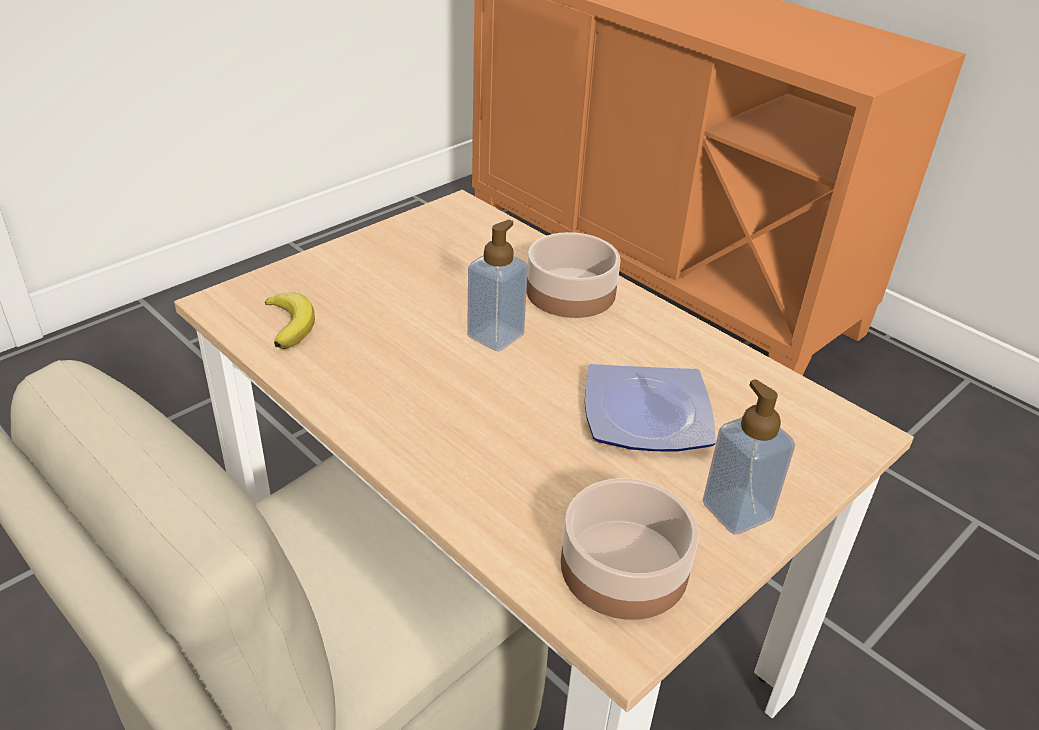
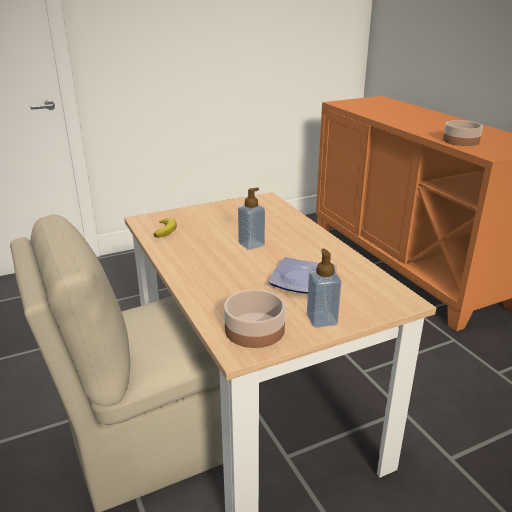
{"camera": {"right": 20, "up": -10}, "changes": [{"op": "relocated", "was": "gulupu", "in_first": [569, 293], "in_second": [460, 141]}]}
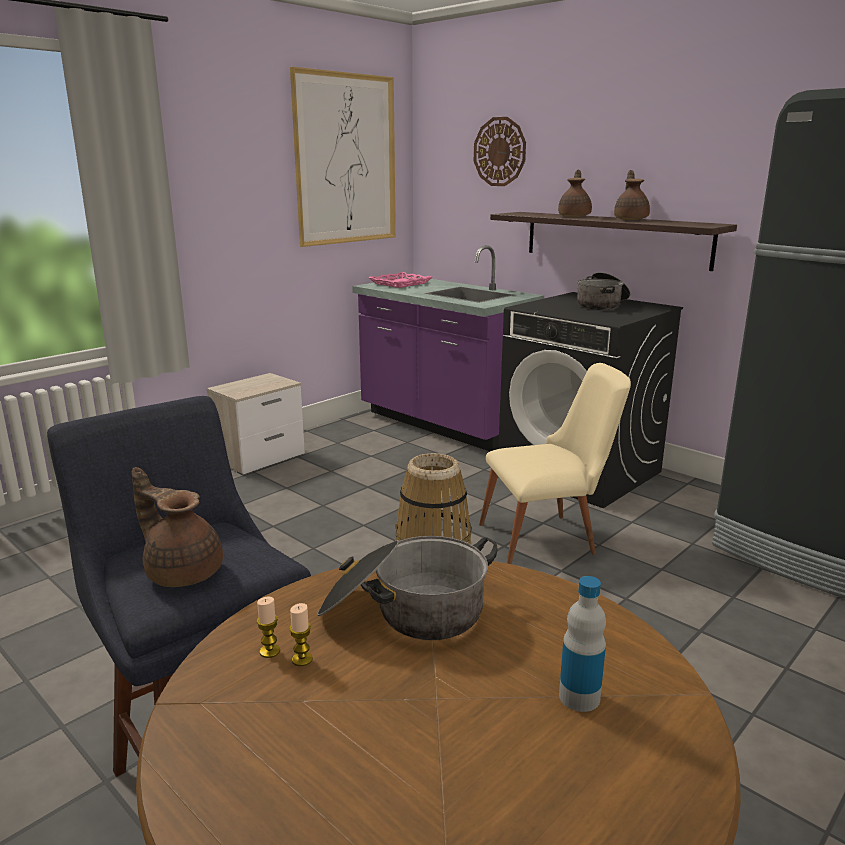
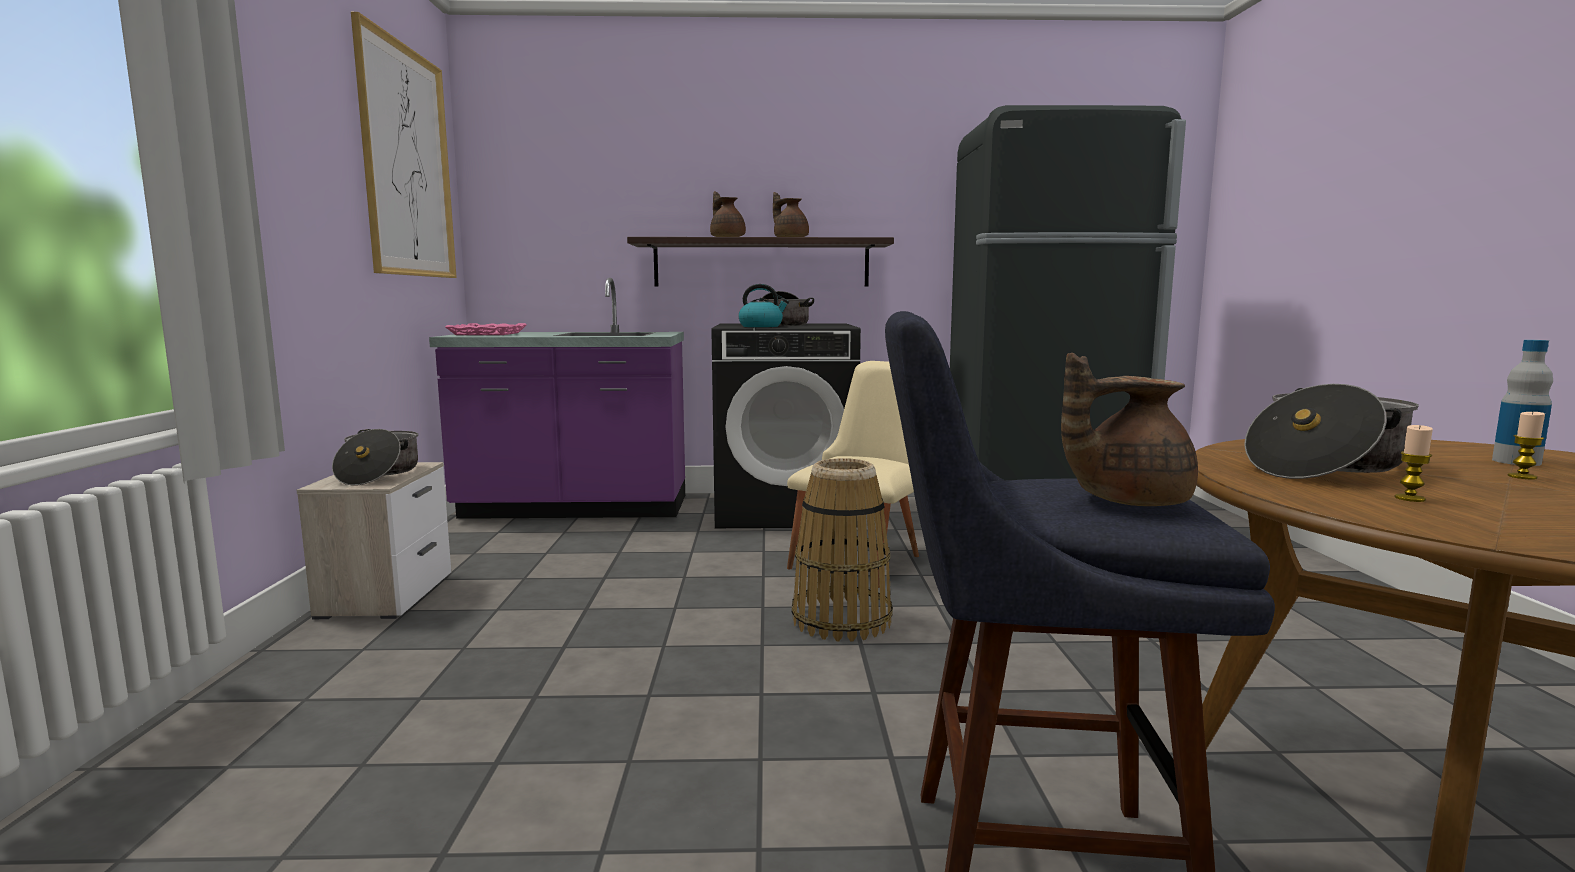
{"camera": {"right": -45, "up": -10}, "changes": [{"op": "missing", "was": "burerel", "in_first": [499, 152]}, {"op": "appeared", "now": "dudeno", "in_second": [379, 474]}, {"op": "appeared", "now": "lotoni", "in_second": [761, 326]}, {"op": "relocated", "was": "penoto", "in_first": [269, 651], "in_second": [1522, 477]}]}
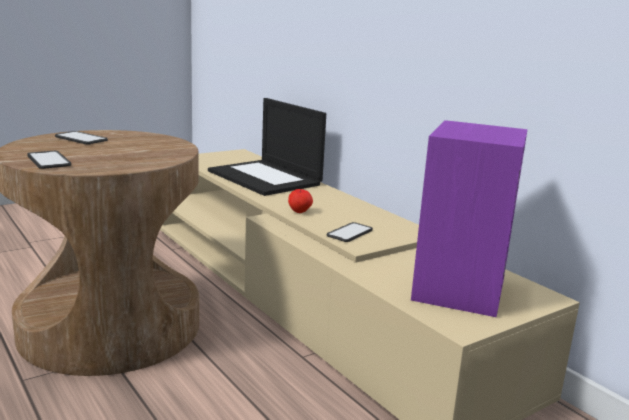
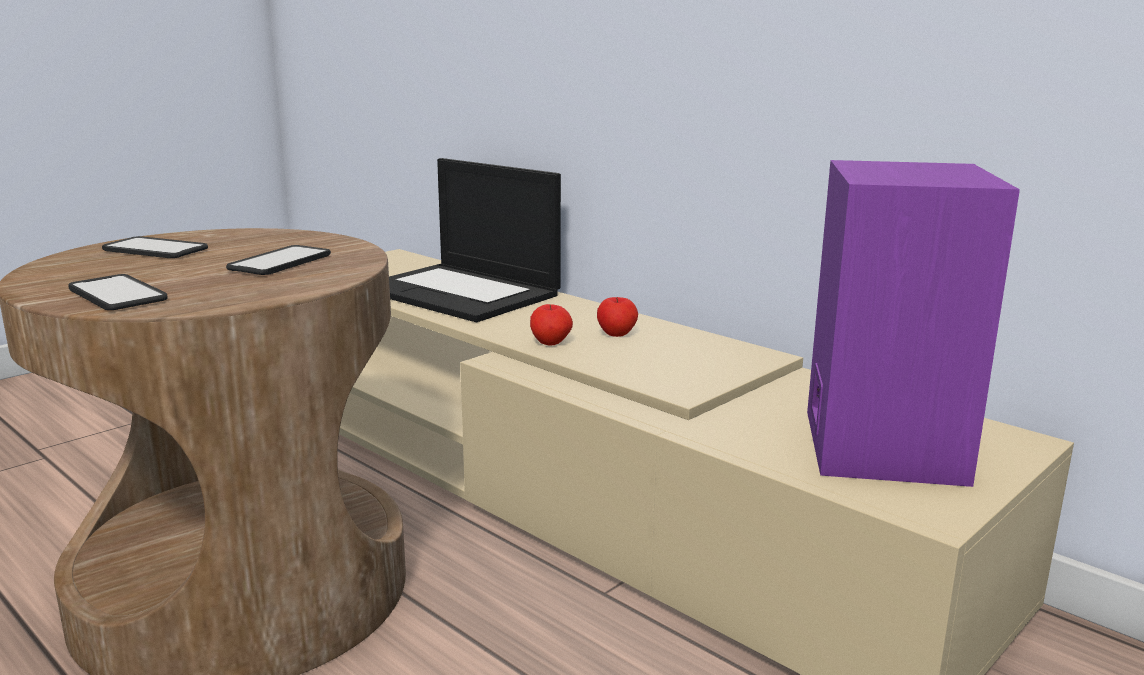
{"camera": {"right": -10, "up": 0}, "changes": [{"op": "appeared", "now": "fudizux", "in_second": [617, 334]}, {"op": "relocated", "was": "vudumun", "in_first": [349, 233], "in_second": [280, 262]}]}
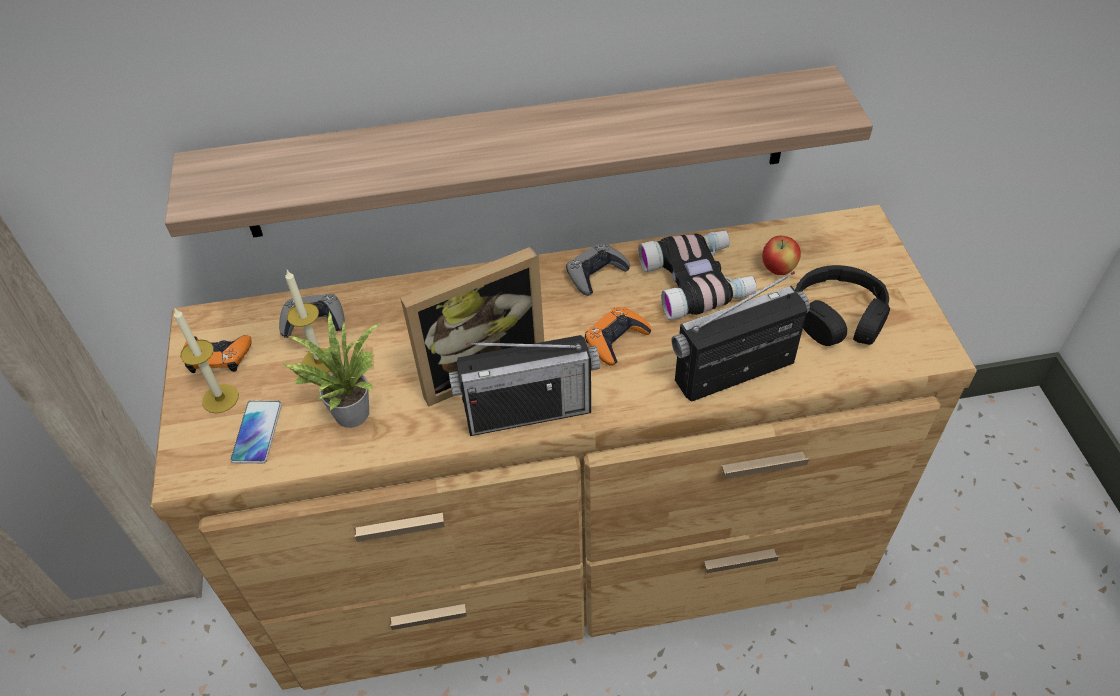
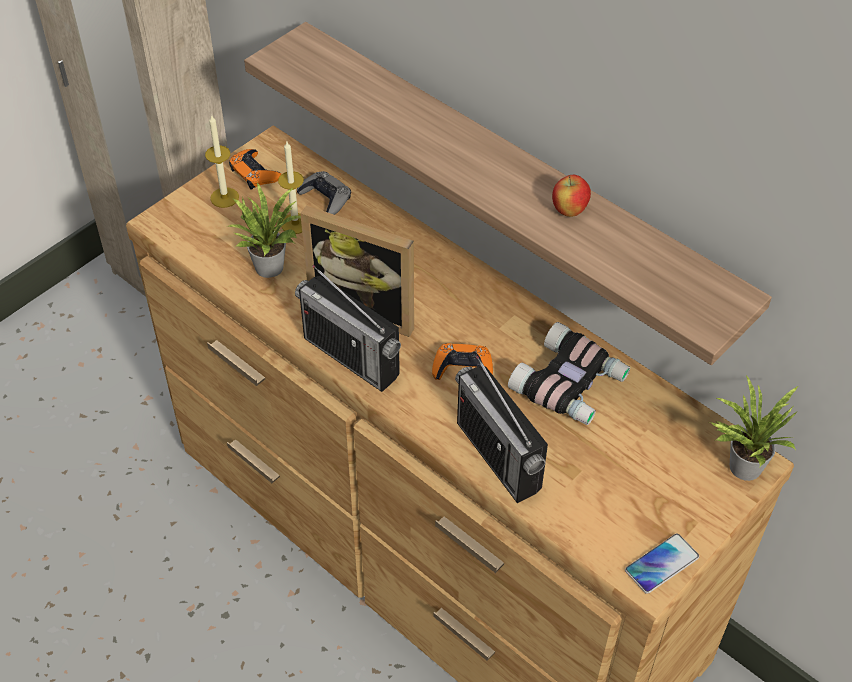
{"camera": {"right": 50, "up": 0}, "changes": [{"op": "missing", "was": "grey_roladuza", "in_first": [596, 273]}, {"op": "missing", "was": "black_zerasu", "in_first": [838, 317]}, {"op": "appeared", "now": "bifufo", "in_second": [741, 464]}, {"op": "relocated", "was": "vudumun", "in_first": [257, 432], "in_second": [661, 564]}, {"op": "relocated", "was": "fudizux", "in_first": [778, 269], "in_second": [569, 211]}, {"op": "spun", "was": "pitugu", "in_first": [734, 372], "in_second": [498, 456], "clockwise": -150}]}
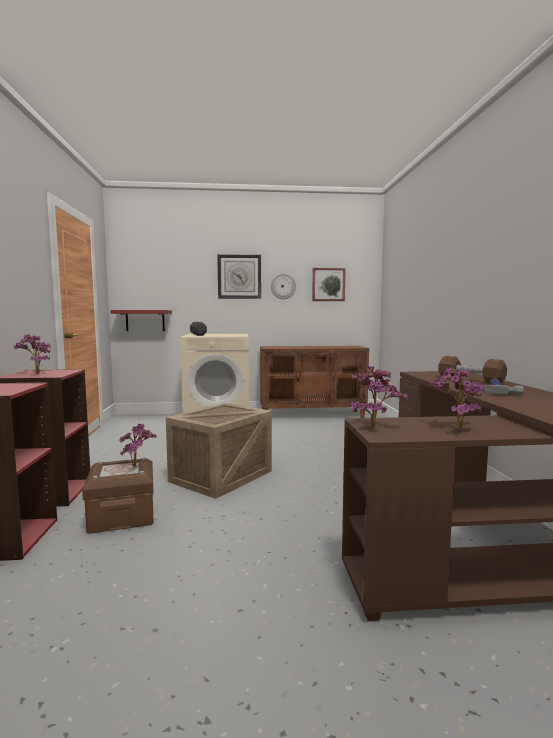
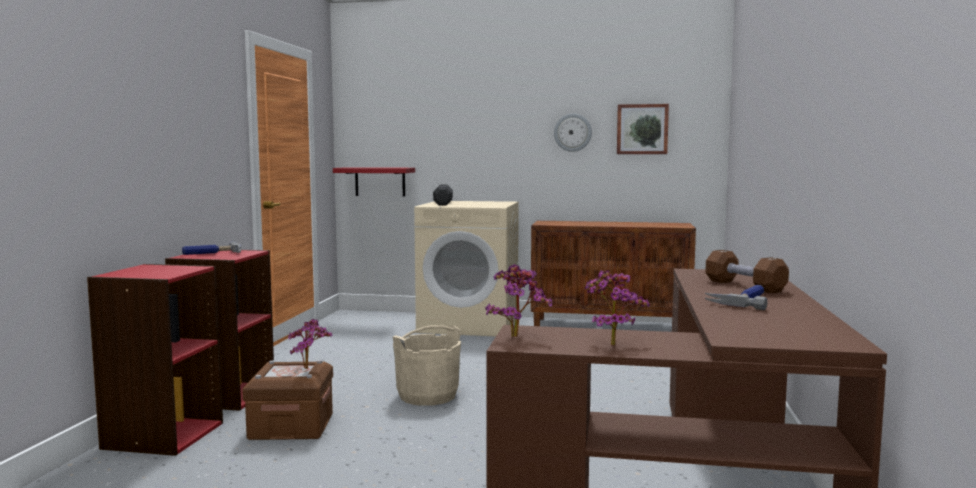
{"camera": {"right": 15, "up": 0}, "changes": [{"op": "missing", "was": "burerel", "in_first": [239, 277]}, {"op": "exchanged", "was": "bifufo", "now": "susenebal", "in_first": [35, 373], "in_second": [212, 254]}, {"op": "exchanged", "was": "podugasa", "now": "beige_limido", "in_first": [221, 477], "in_second": [428, 396]}]}
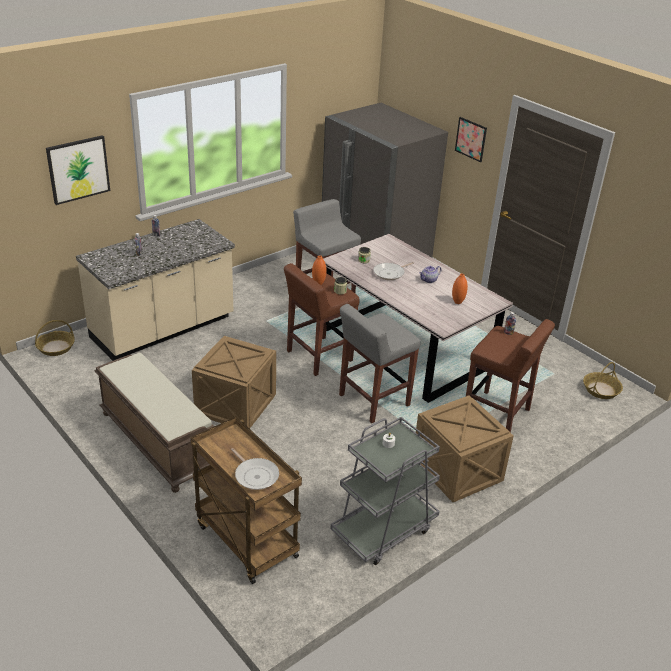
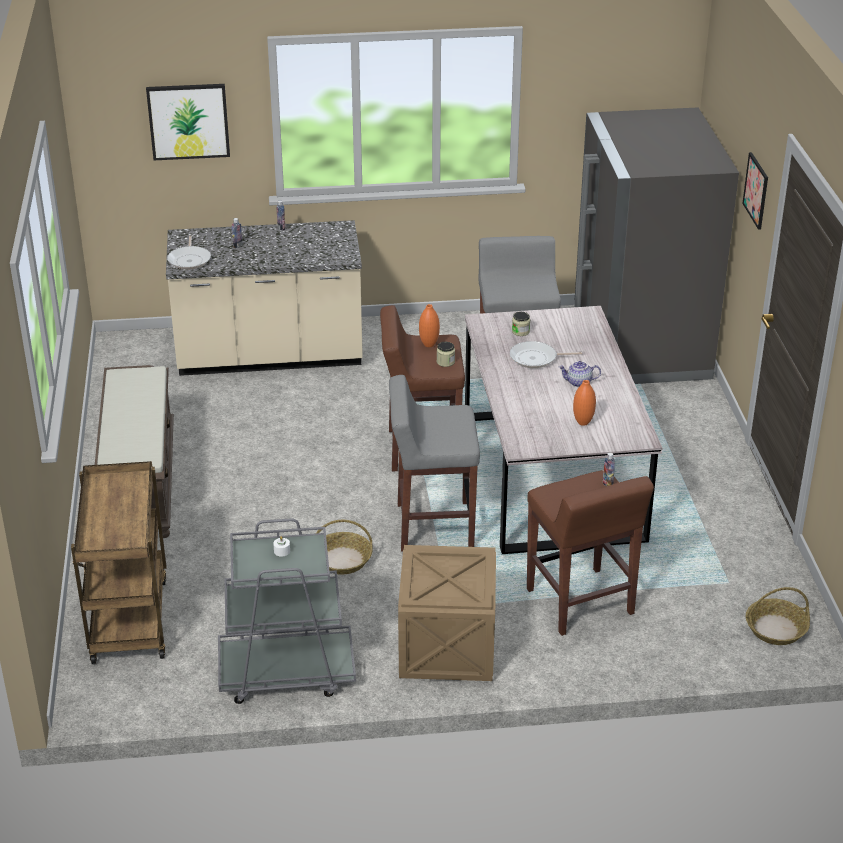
{"camera": {"right": 35, "up": 0}, "changes": [{"op": "missing", "was": "podugasa", "in_first": [236, 405]}, {"op": "relocated", "was": "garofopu", "in_first": [55, 348], "in_second": [342, 560]}, {"op": "relocated", "was": "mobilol", "in_first": [255, 475], "in_second": [189, 260]}]}
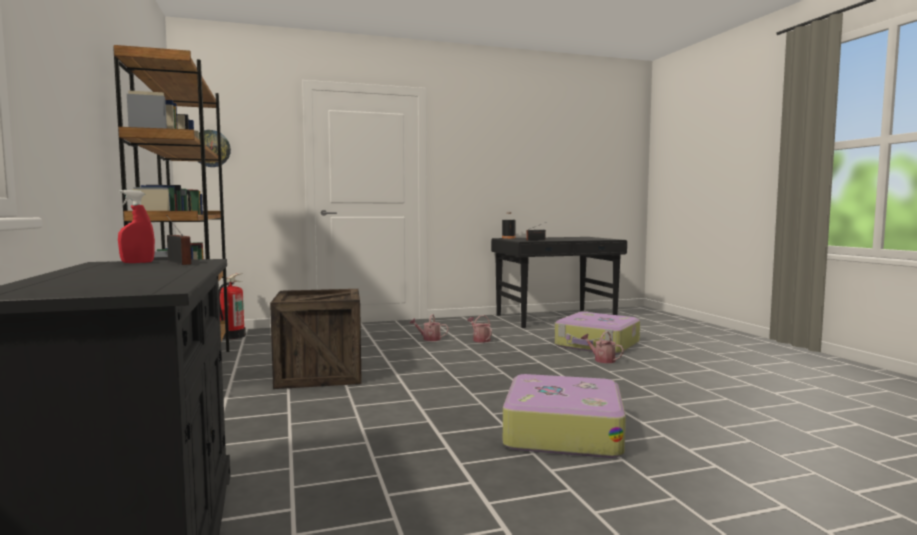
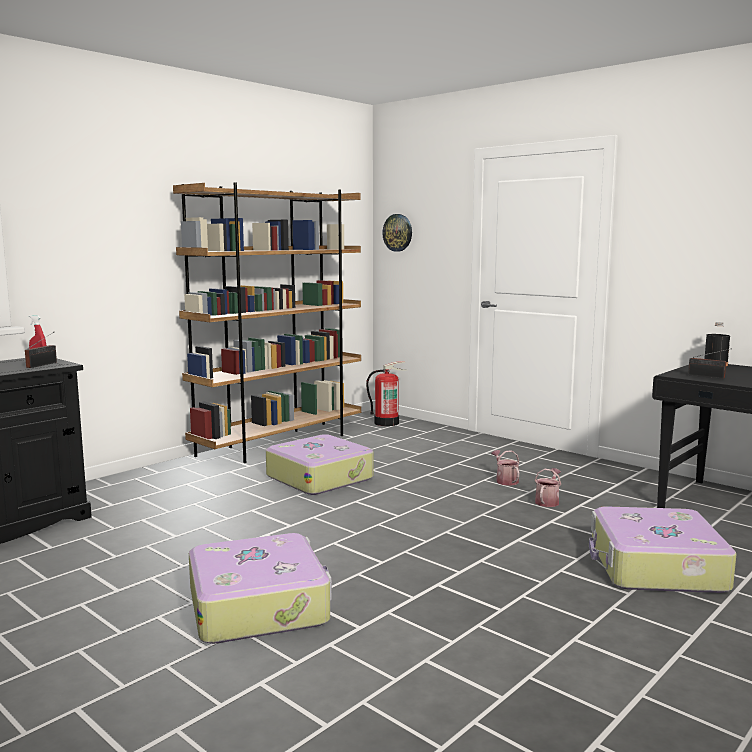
{"camera": {"right": 60, "up": 5}, "changes": [{"op": "missing", "was": "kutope", "in_first": [601, 360]}, {"op": "exchanged", "was": "podugasa", "now": "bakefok", "in_first": [319, 374], "in_second": [320, 477]}]}
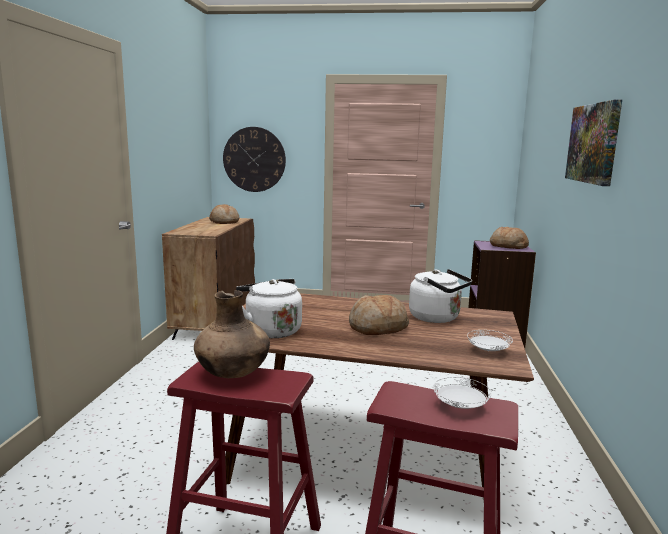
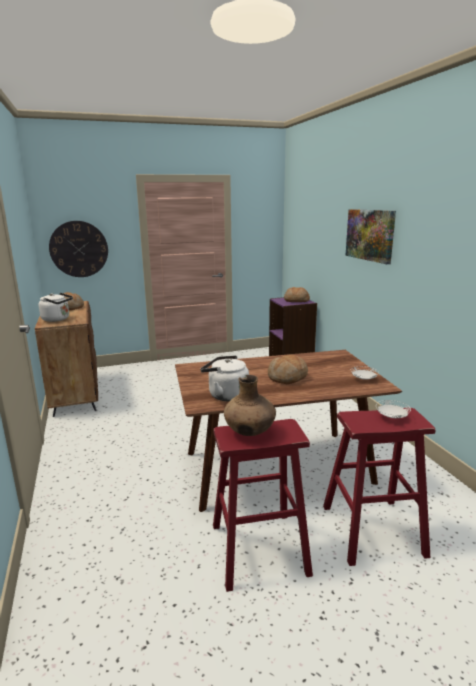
{"camera": {"right": -25, "up": 5}, "changes": [{"op": "relocated", "was": "white_lotoni", "in_first": [437, 318], "in_second": [57, 319]}]}
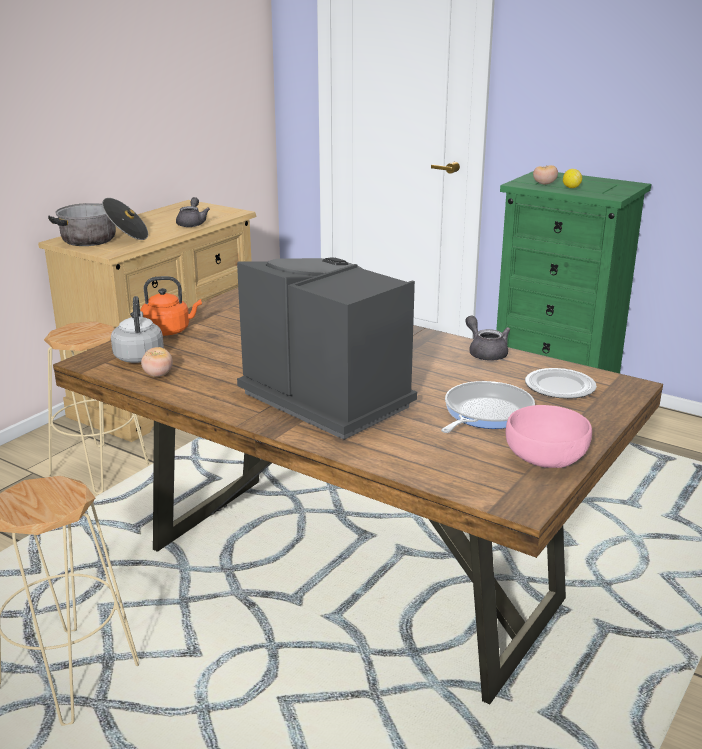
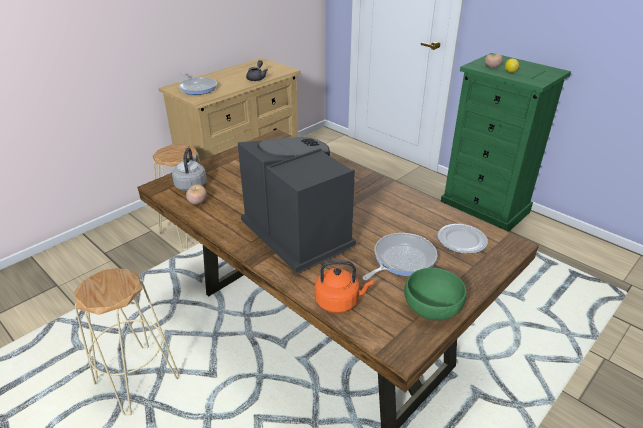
{"camera": {"right": 10, "up": 10}, "changes": [{"op": "missing", "was": "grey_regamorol", "in_first": [485, 352]}, {"op": "relocated", "was": "orange_lotoni", "in_first": [169, 331], "in_second": [339, 301]}, {"op": "exchanged", "was": "dudeno", "now": "mobilol", "in_first": [103, 239], "in_second": [197, 88]}, {"op": "colour", "was": "pink_gulupu", "now": "green_gulupu", "in_first": [546, 456], "in_second": [432, 306]}]}
